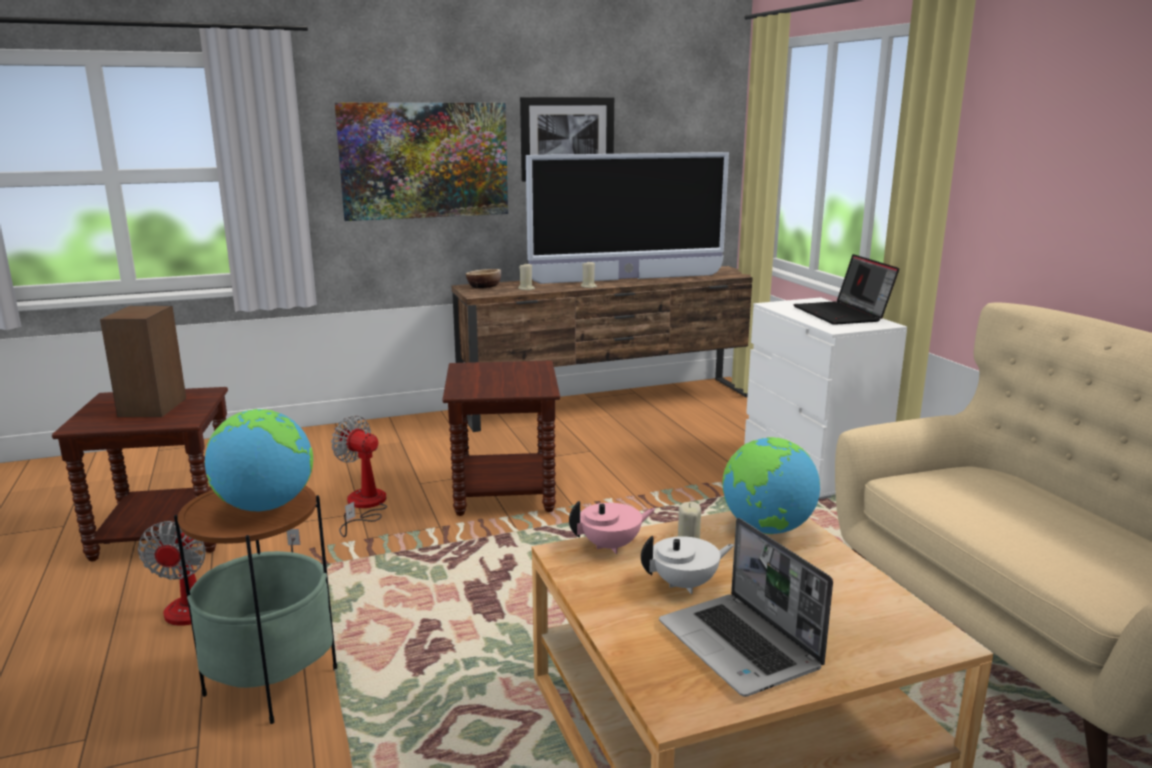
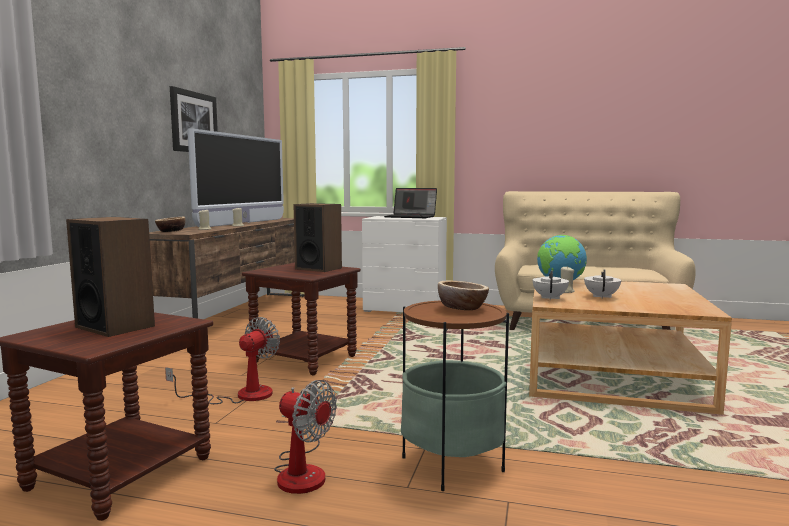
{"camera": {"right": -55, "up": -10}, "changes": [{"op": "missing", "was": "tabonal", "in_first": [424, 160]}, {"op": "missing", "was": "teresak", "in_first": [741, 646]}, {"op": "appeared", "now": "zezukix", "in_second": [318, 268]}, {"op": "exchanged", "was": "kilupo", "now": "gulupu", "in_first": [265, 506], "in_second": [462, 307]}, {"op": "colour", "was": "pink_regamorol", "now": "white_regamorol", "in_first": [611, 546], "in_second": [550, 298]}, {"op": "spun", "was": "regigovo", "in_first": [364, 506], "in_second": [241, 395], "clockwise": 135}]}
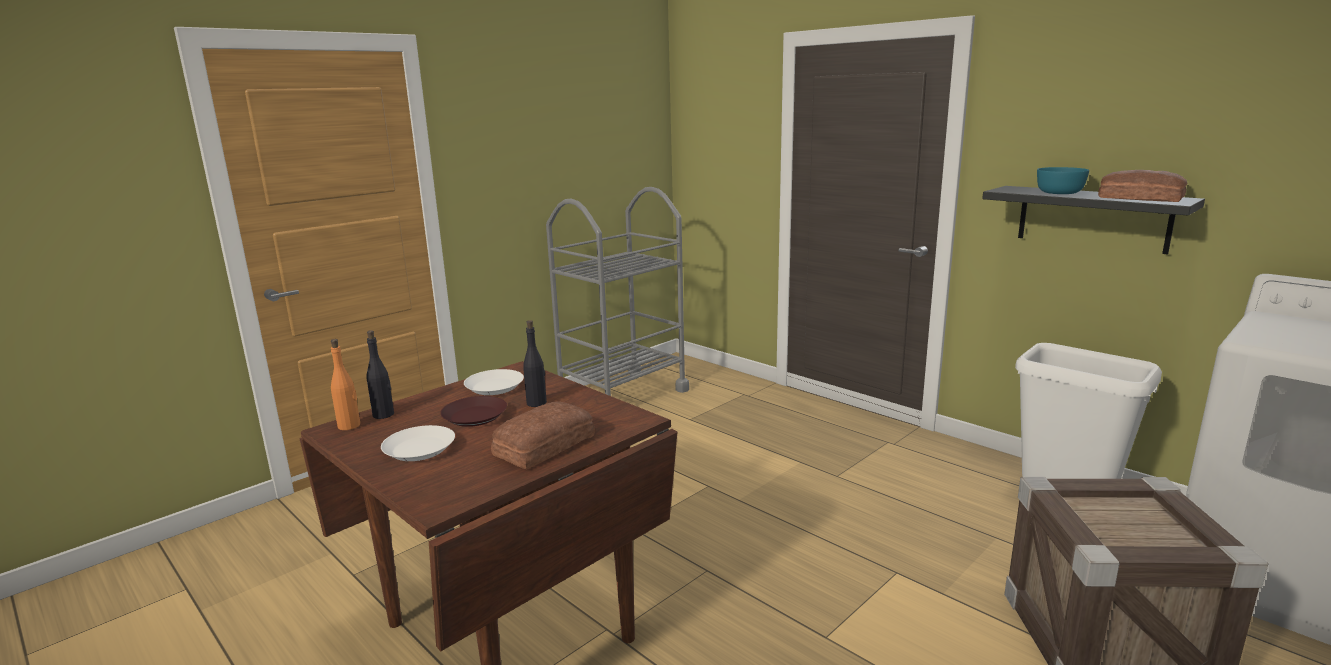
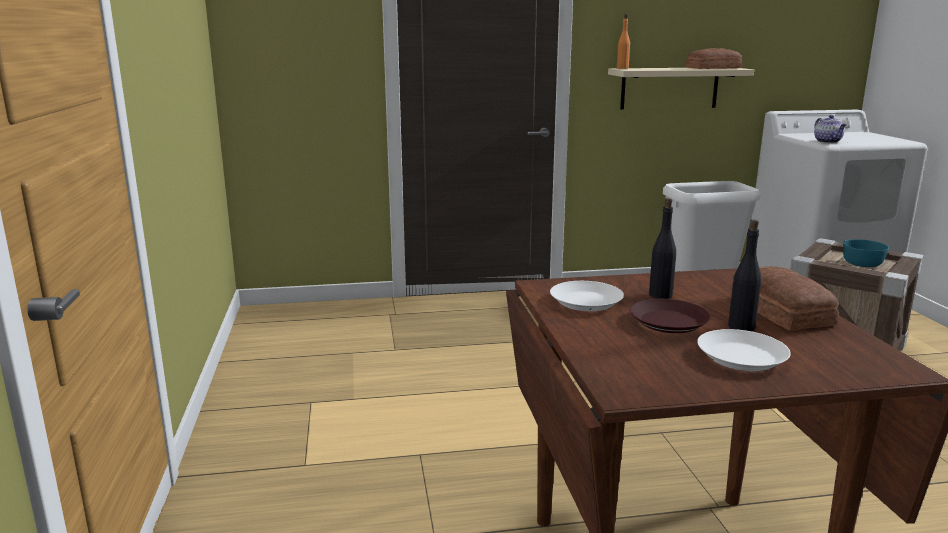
{"camera": {"right": -55, "up": 0}, "changes": [{"op": "missing", "was": "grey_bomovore", "in_first": [622, 395]}, {"op": "appeared", "now": "regamorol", "in_second": [828, 142]}, {"op": "relocated", "was": "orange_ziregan", "in_first": [349, 426], "in_second": [622, 68]}, {"op": "relocated", "was": "black_ziregan", "in_first": [383, 415], "in_second": [741, 327]}, {"op": "relocated", "was": "turquoise_gulupu", "in_first": [1058, 192], "in_second": [861, 264]}, {"op": "colour", "was": "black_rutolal", "now": "beige_rutolal", "in_first": [1092, 218], "in_second": [669, 88]}]}
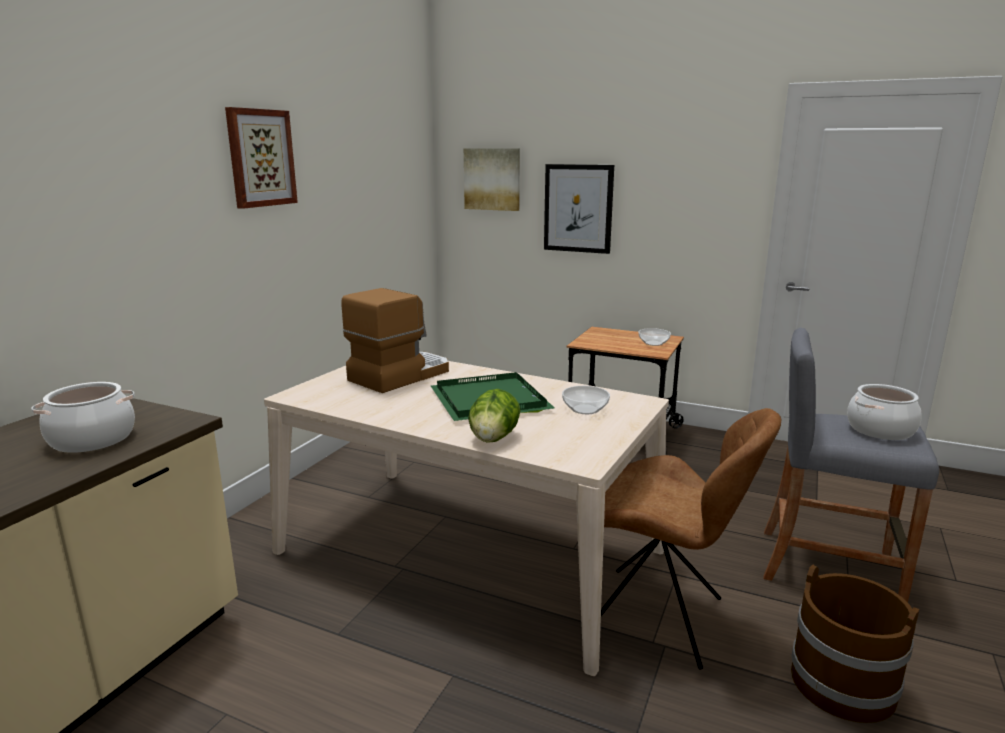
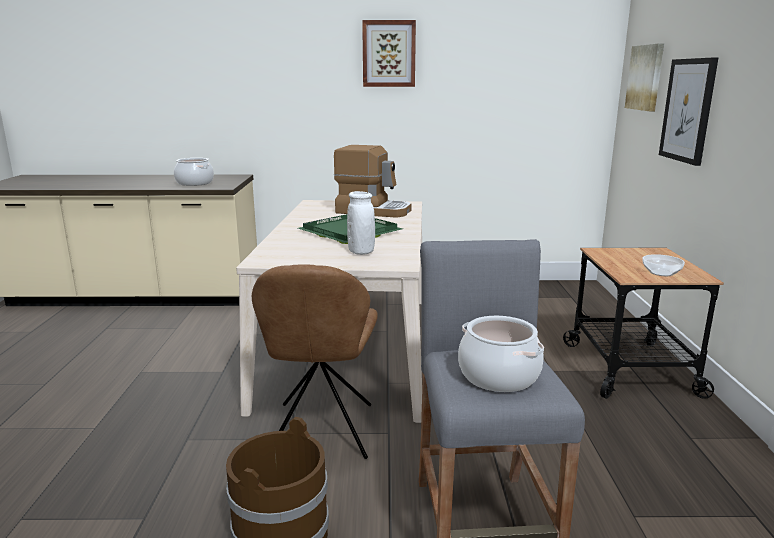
{"camera": {"right": 65, "up": 0}, "changes": [{"op": "missing", "was": "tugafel", "in_first": [493, 439]}, {"op": "exchanged", "was": "gulupu", "now": "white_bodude", "in_first": [584, 409], "in_second": [361, 252]}]}
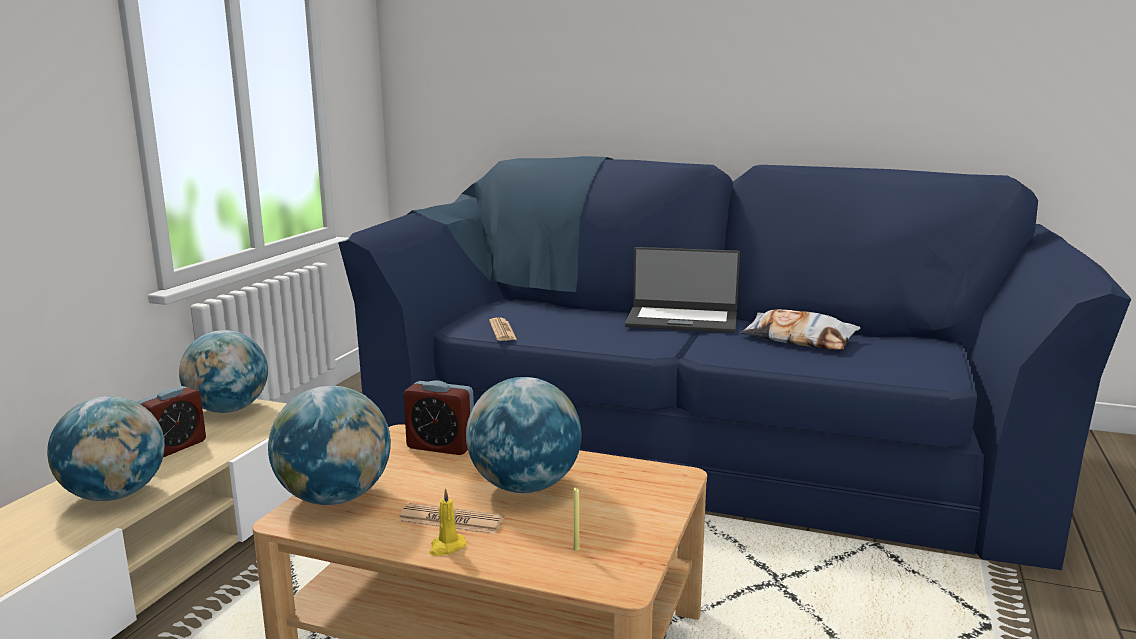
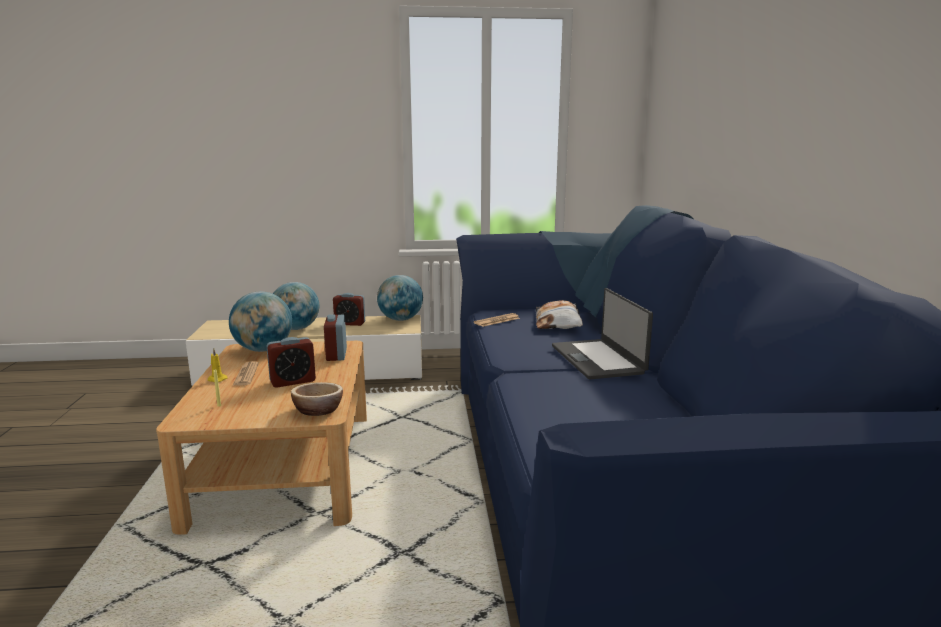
{"camera": {"right": 65, "up": 0}, "changes": [{"op": "appeared", "now": "gulupu", "in_second": [318, 410]}, {"op": "relocated", "was": "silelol", "in_first": [799, 339], "in_second": [558, 322]}, {"op": "exchanged", "was": "kilupo", "now": "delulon", "in_first": [524, 486], "in_second": [293, 381]}]}
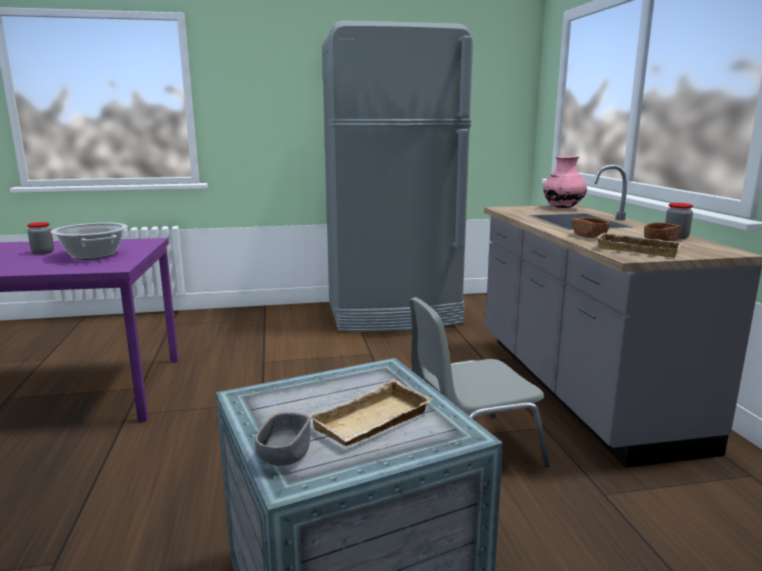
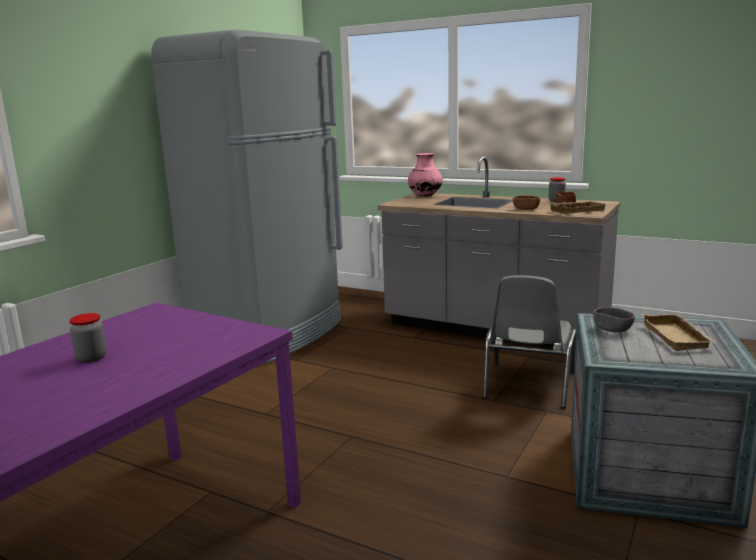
{"camera": {"right": -50, "up": 0}, "changes": [{"op": "missing", "was": "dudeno", "in_first": [94, 255]}, {"op": "relocated", "was": "grey_gulupu", "in_first": [284, 455], "in_second": [612, 329]}]}
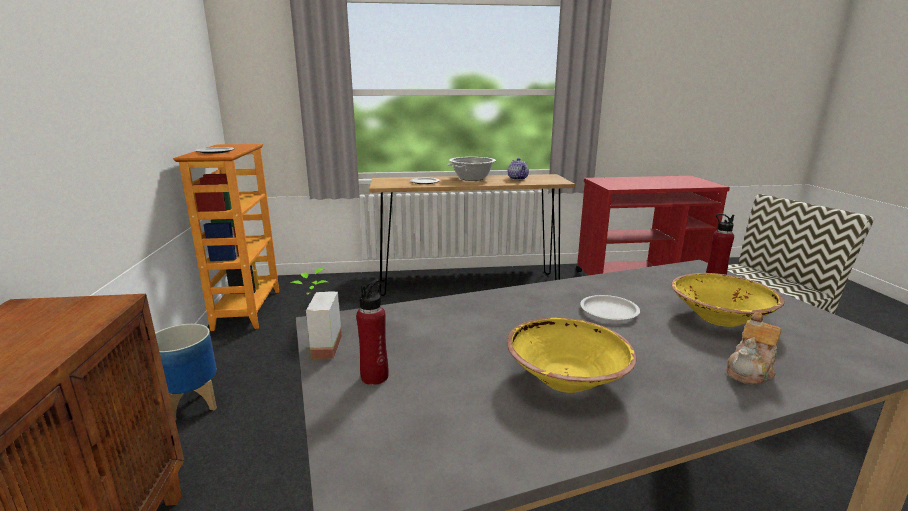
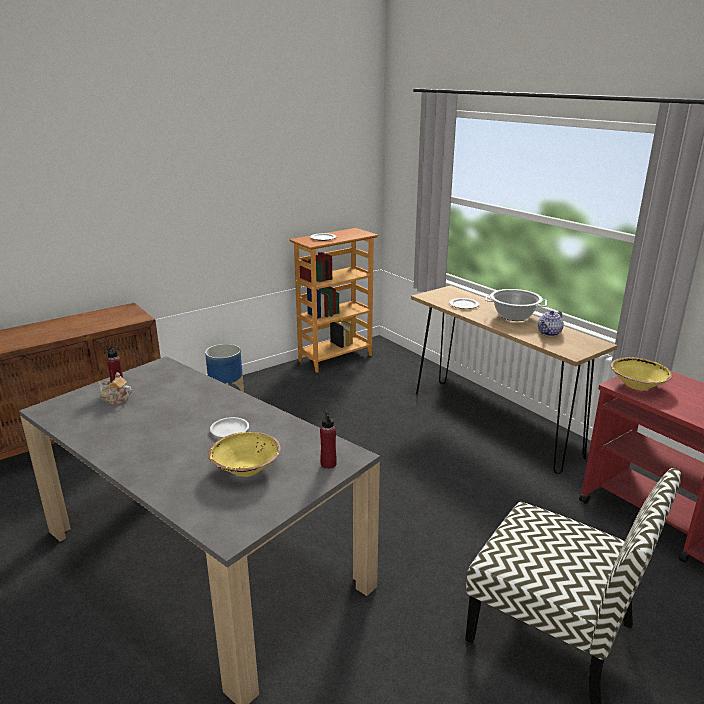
{"camera": {"right": 60, "up": 5}, "changes": [{"op": "missing", "was": "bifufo", "in_first": [317, 347]}, {"op": "relocated", "was": "yellow_gulupu", "in_first": [566, 378], "in_second": [637, 385]}, {"op": "relocated", "was": "regamorol", "in_first": [750, 371], "in_second": [115, 399]}]}
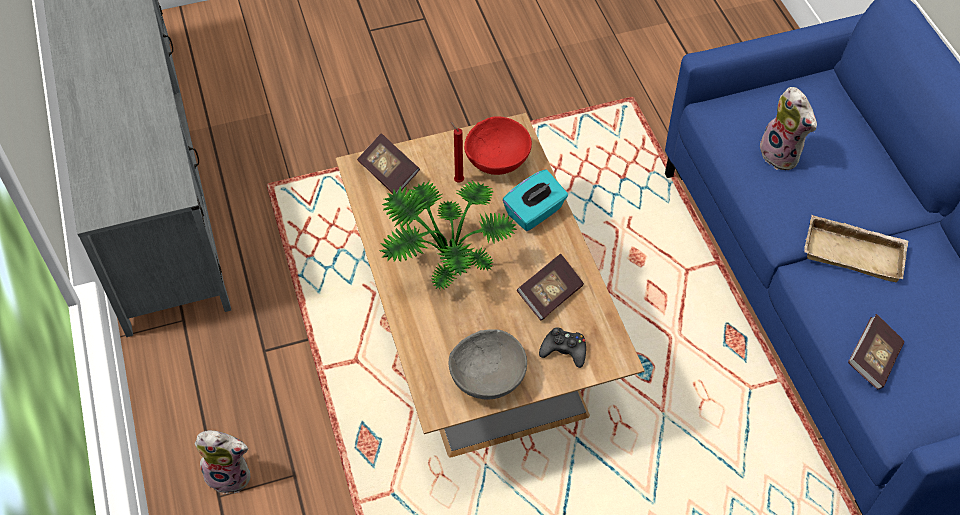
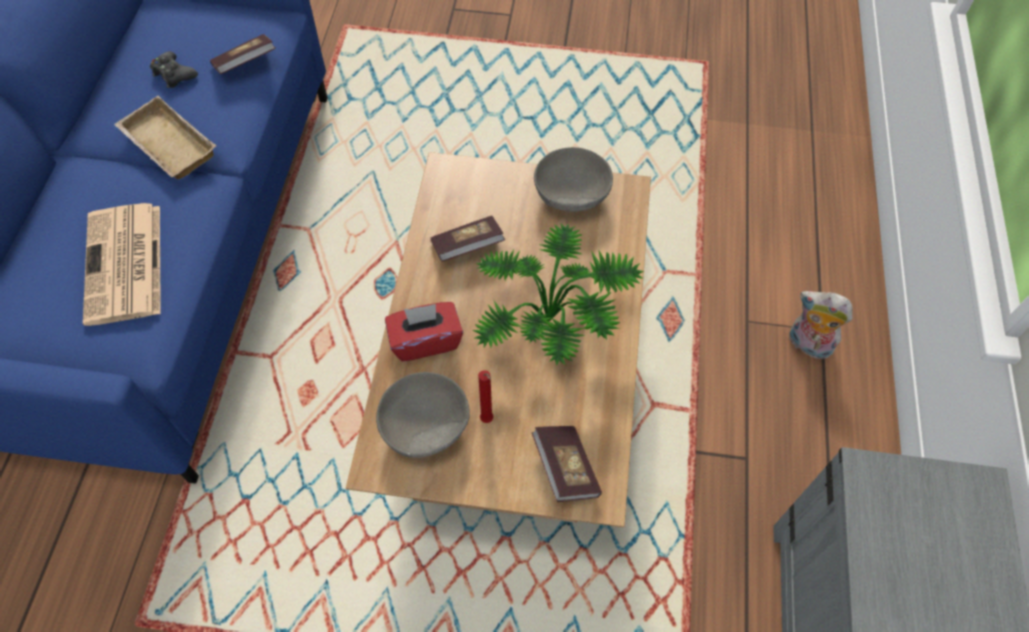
{"camera": {"right": -155, "up": 5}, "changes": [{"op": "relocated", "was": "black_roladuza", "in_first": [564, 350], "in_second": [174, 74]}, {"op": "exchanged", "was": "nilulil", "now": "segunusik", "in_first": [782, 155], "in_second": [125, 265]}, {"op": "colour", "was": "red_gulupu", "now": "grey_gulupu", "in_first": [497, 161], "in_second": [426, 427]}, {"op": "colour", "was": "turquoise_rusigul", "now": "red_rusigul", "in_first": [534, 213], "in_second": [425, 341]}]}
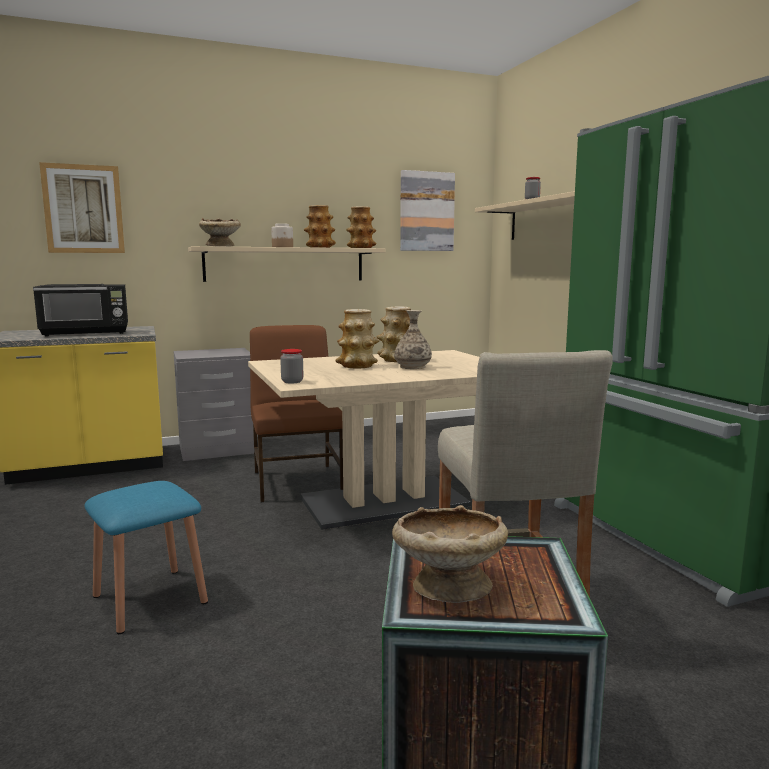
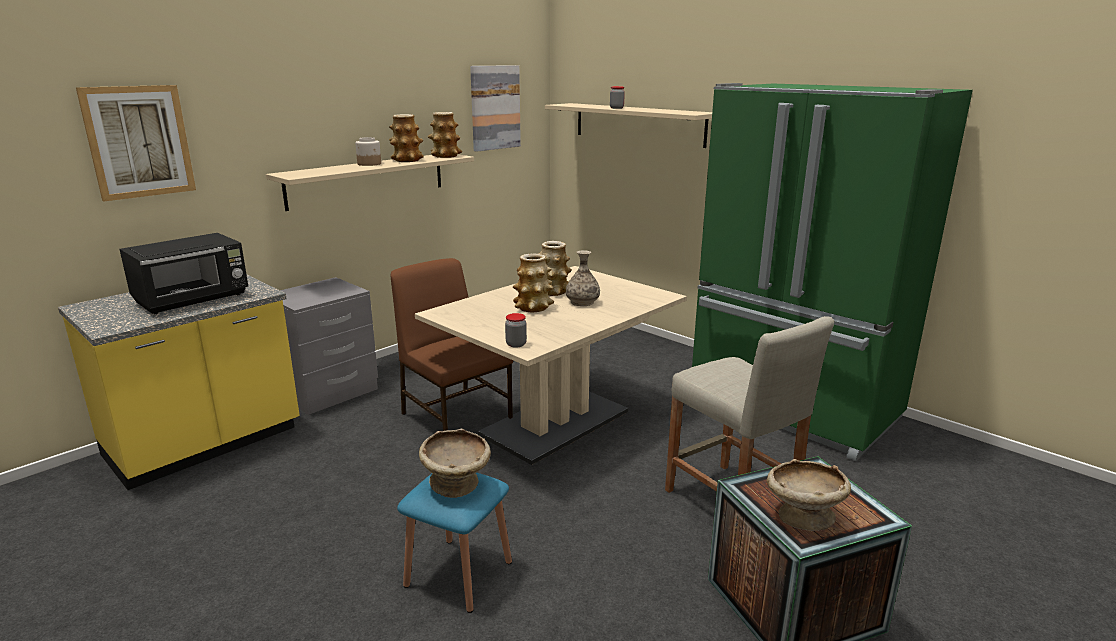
{"camera": {"right": -25, "up": 10}, "changes": [{"op": "relocated", "was": "beige_gulupu", "in_first": [221, 246], "in_second": [457, 484]}]}
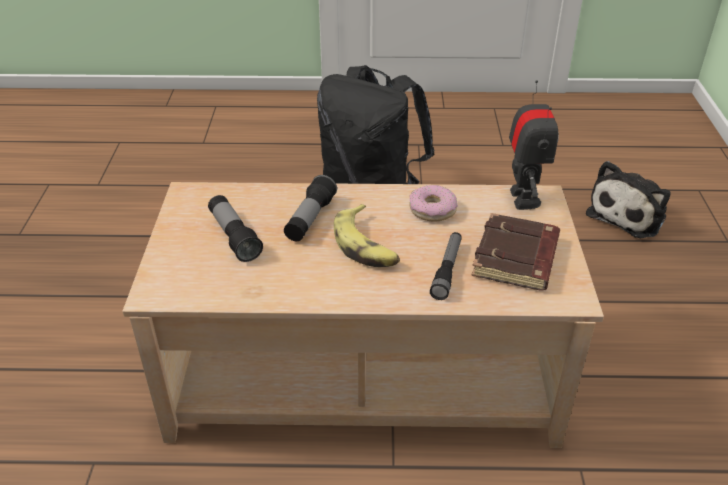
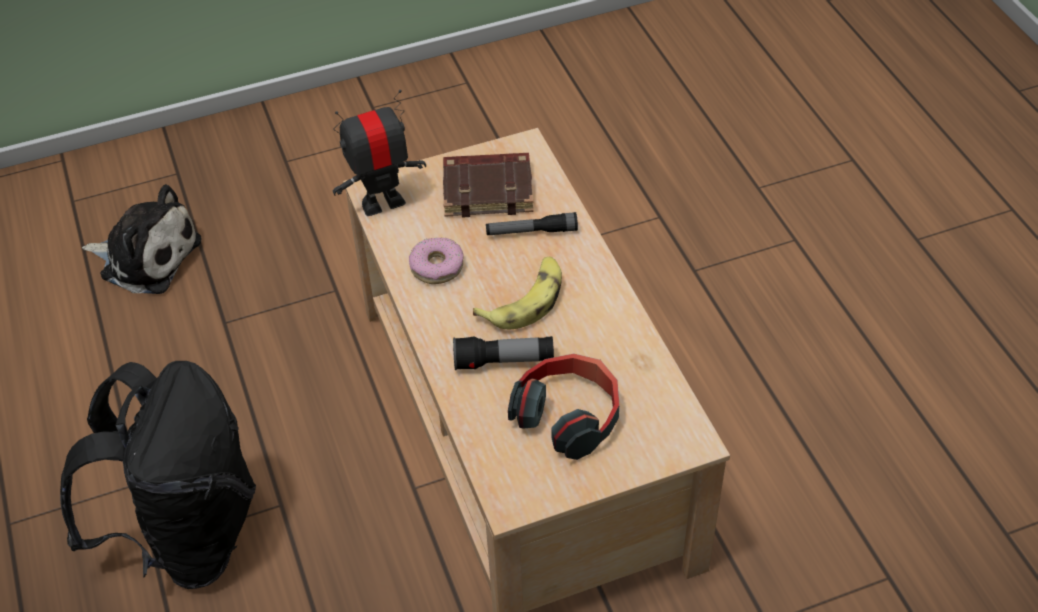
{"camera": {"right": -110, "up": 10}, "changes": [{"op": "exchanged", "was": "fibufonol", "now": "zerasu", "in_first": [234, 237], "in_second": [569, 415]}]}
